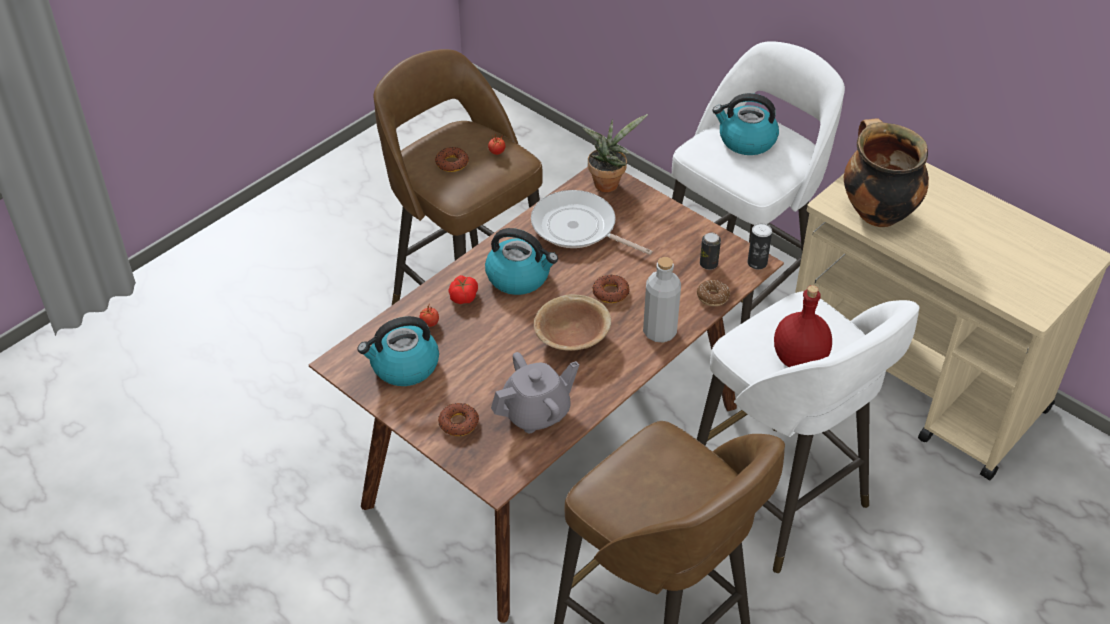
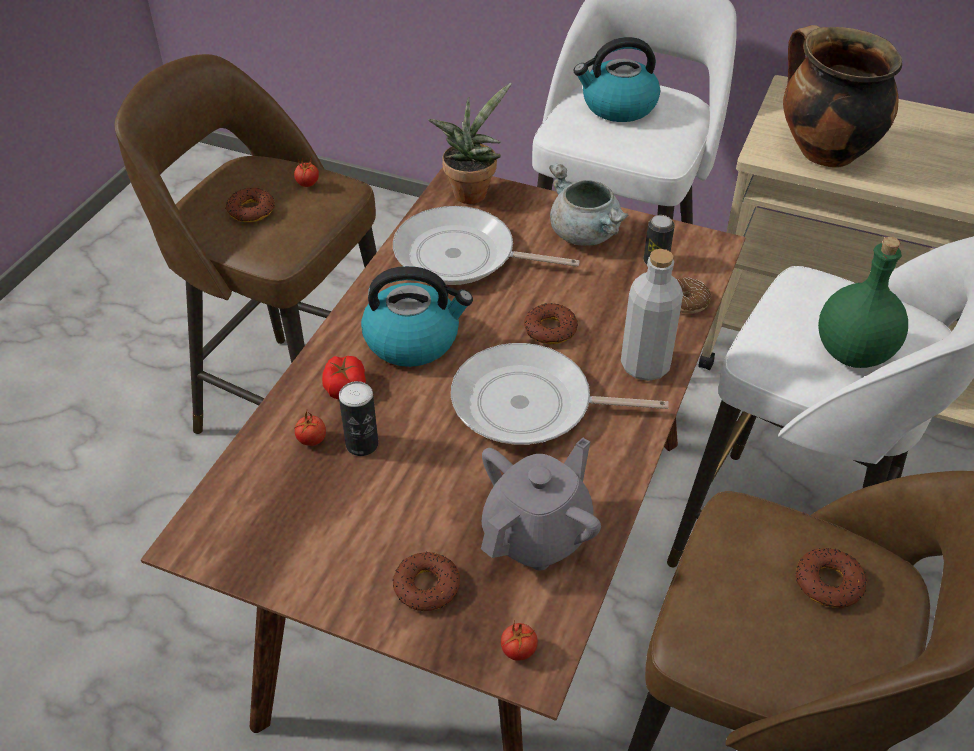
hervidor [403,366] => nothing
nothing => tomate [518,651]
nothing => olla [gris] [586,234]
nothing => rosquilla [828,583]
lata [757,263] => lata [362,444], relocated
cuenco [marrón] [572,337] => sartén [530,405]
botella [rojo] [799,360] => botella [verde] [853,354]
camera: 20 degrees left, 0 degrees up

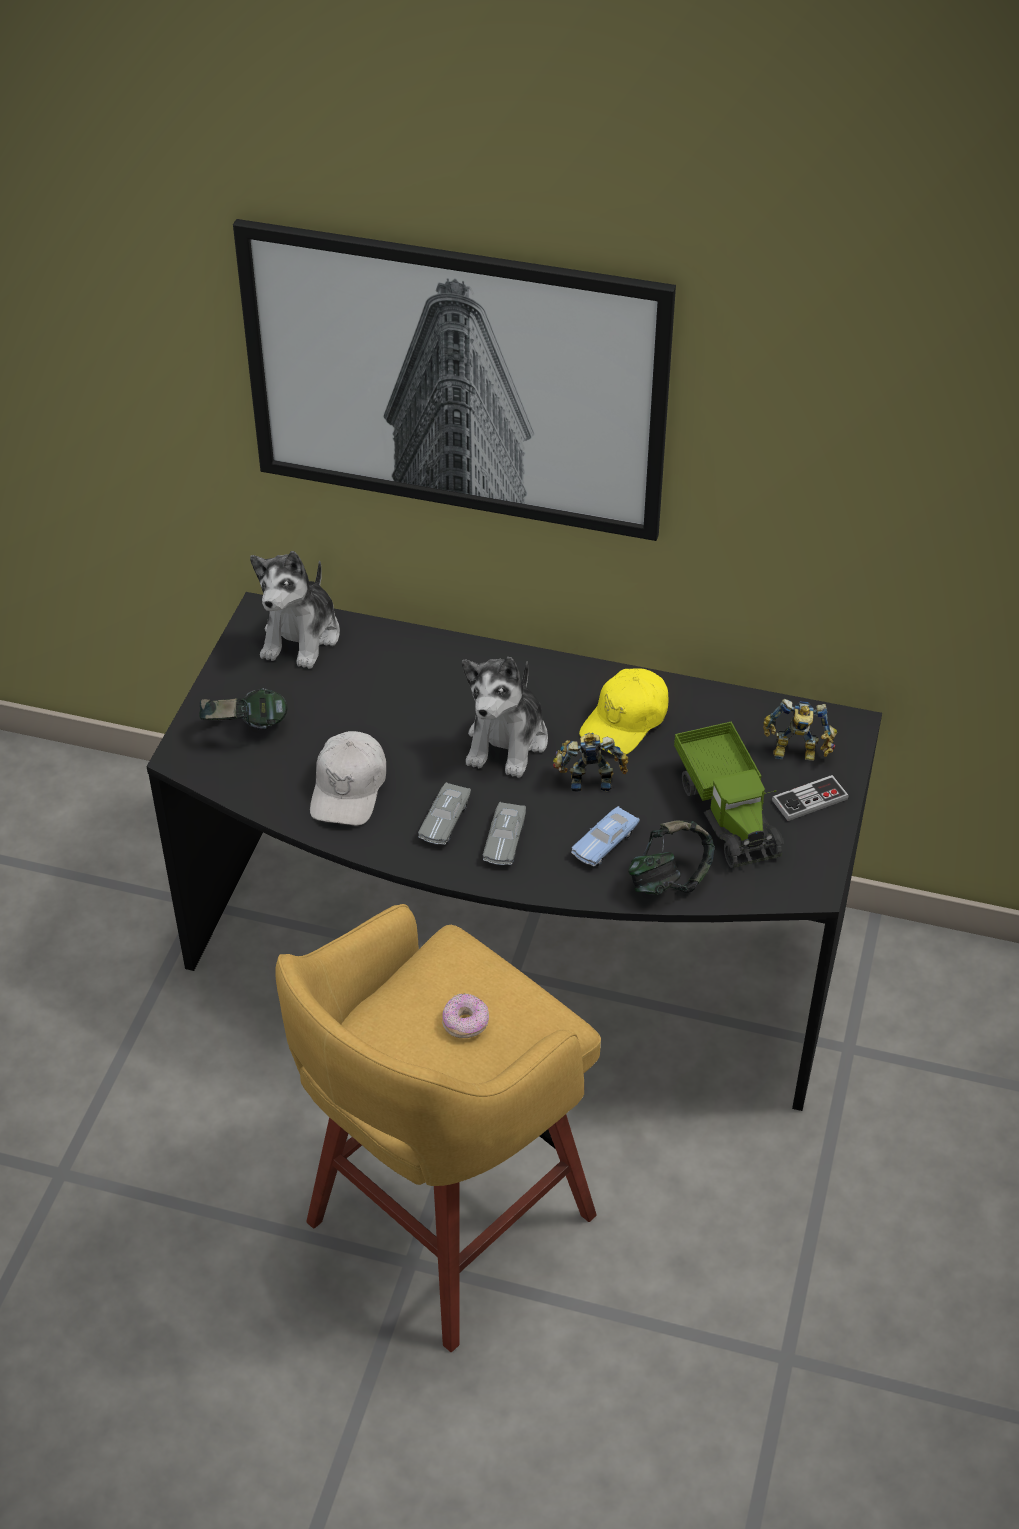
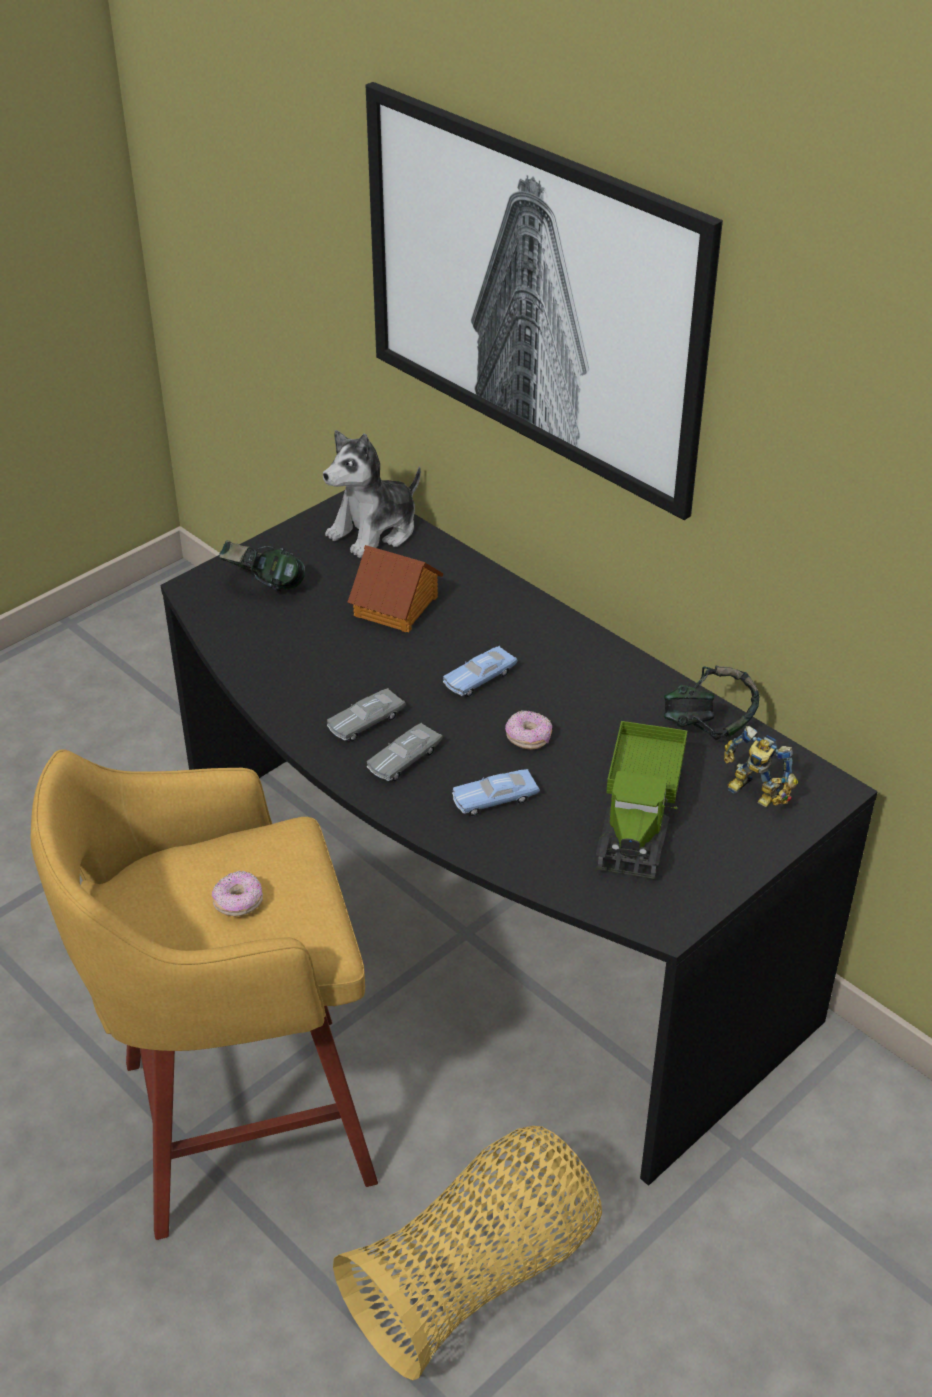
gorra [blanco] [349,789] => nothing
gorra [amarillo] [626,721] => nothing
mando de consola [810,800] => nothing
nothing => cesta [475,1277]
nothing => casita [397,606]
auriculares [669,880] => auriculares [708,725], relocated
peluche [507,742] => coche de juguete [azul] [479,678]
robot de juguete [589,779] => rosquilla [528,738]
camera: 30 degrees right, 5 degrees down

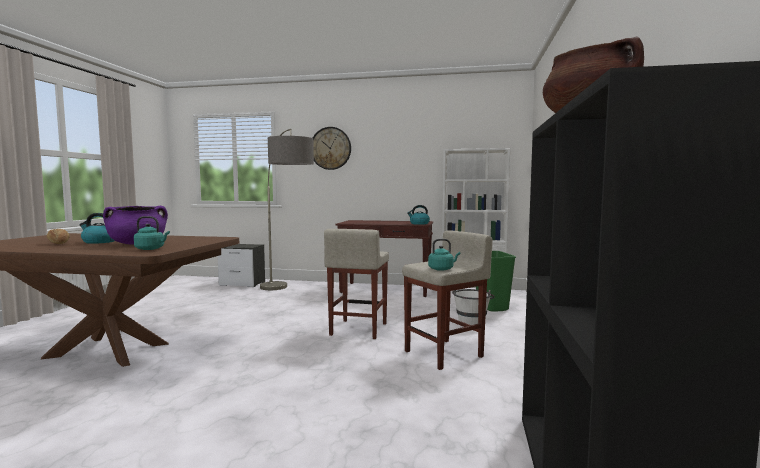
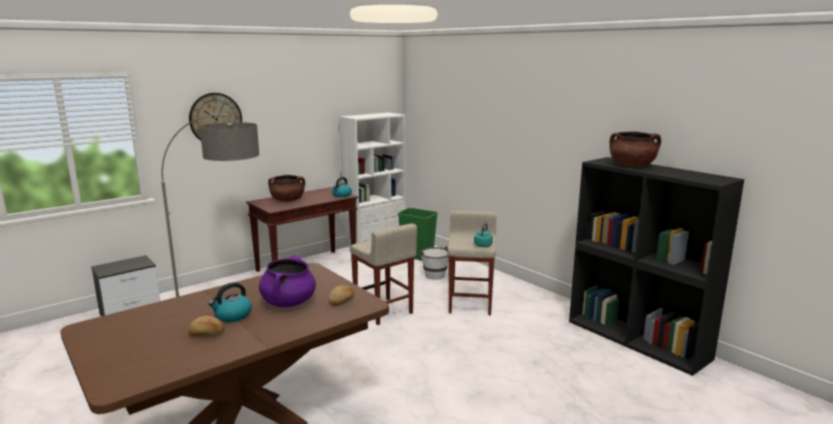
nothing => olla [marrón] [287,200]
hervidor [turquesa] [151,249] => pan [342,301]
camera: 50 degrees left, 10 degrees up

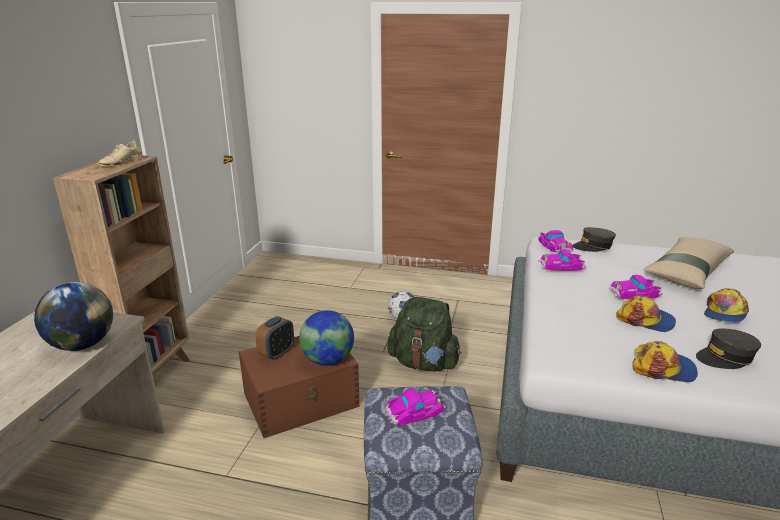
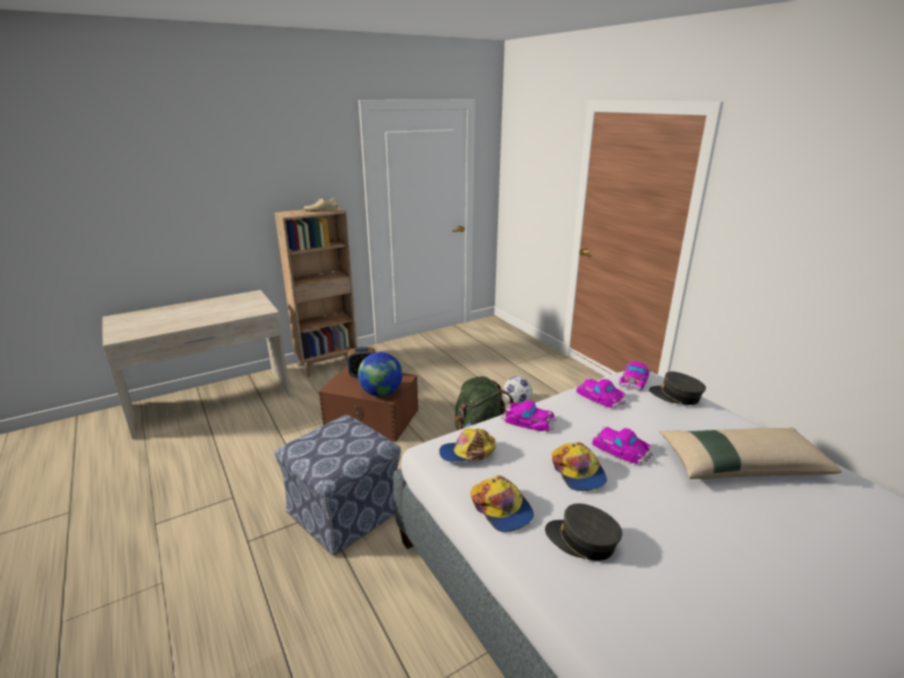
globo terráqueo [82,344] => nothing
coche de juguete [414,411] => coche de juguete [528,420], relocated
gorra [724,312] => gorra [467,453], relocated
camera: 45 degrees right, 0 degrees up

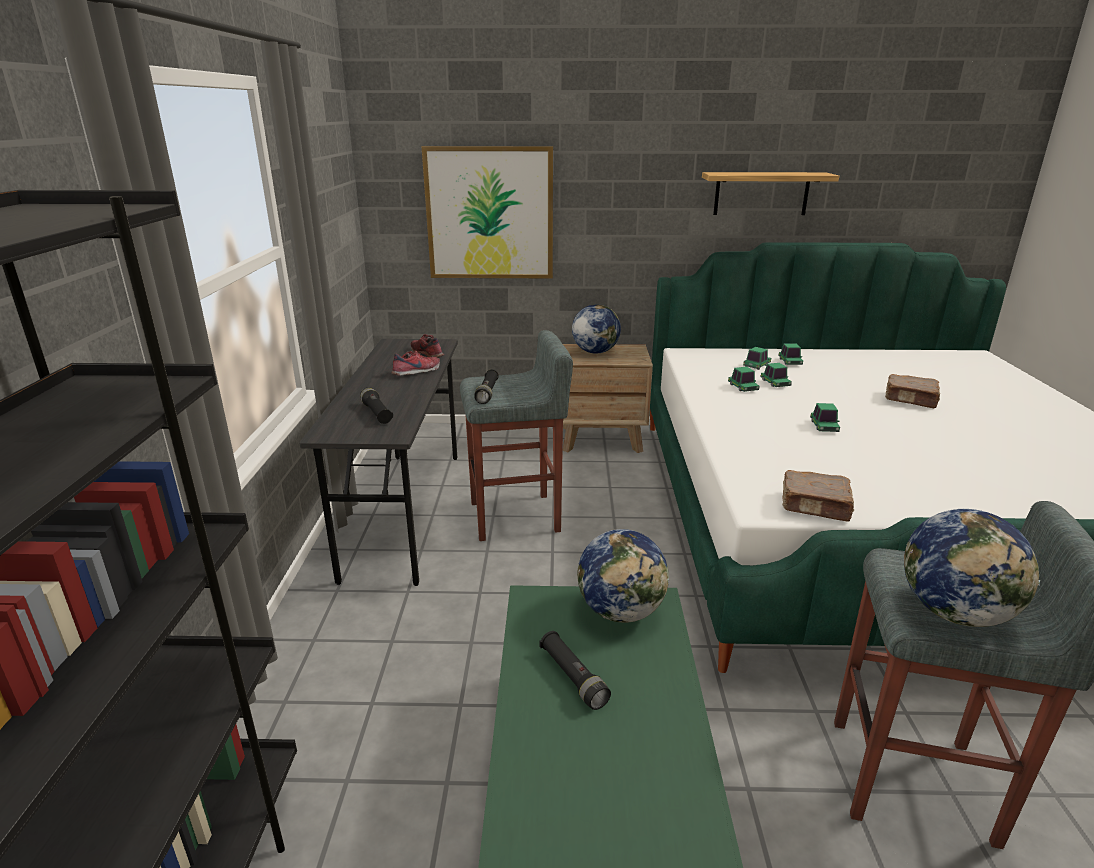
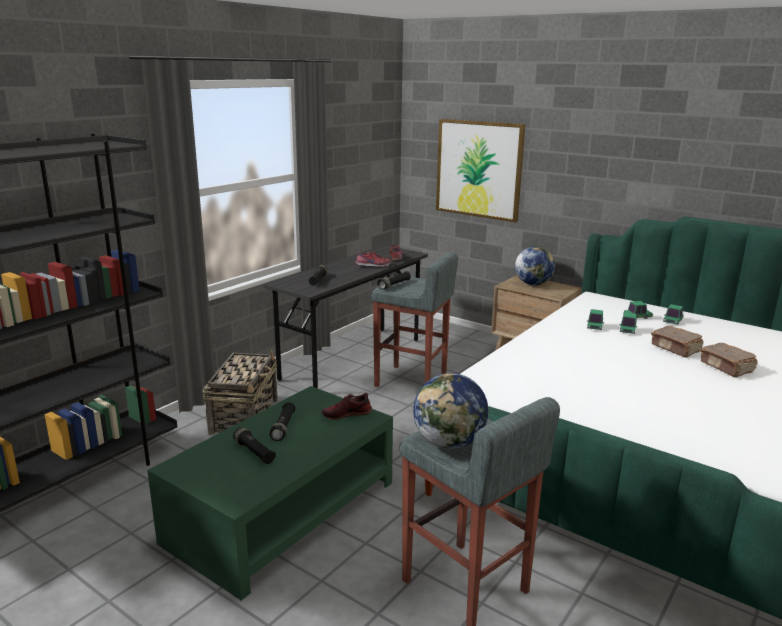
estante [761,193] => nothing
coche de juguete [823,426] => nothing
nothing => cesta [245,416]
nothing => linterna [negro] [254,452]
libro [marrón] [815,507] => libro [marrón] [675,349], relocated
globo terráqueo [621,611] => zapato [346,414]
camera: 35 degrees right, 5 degrees down

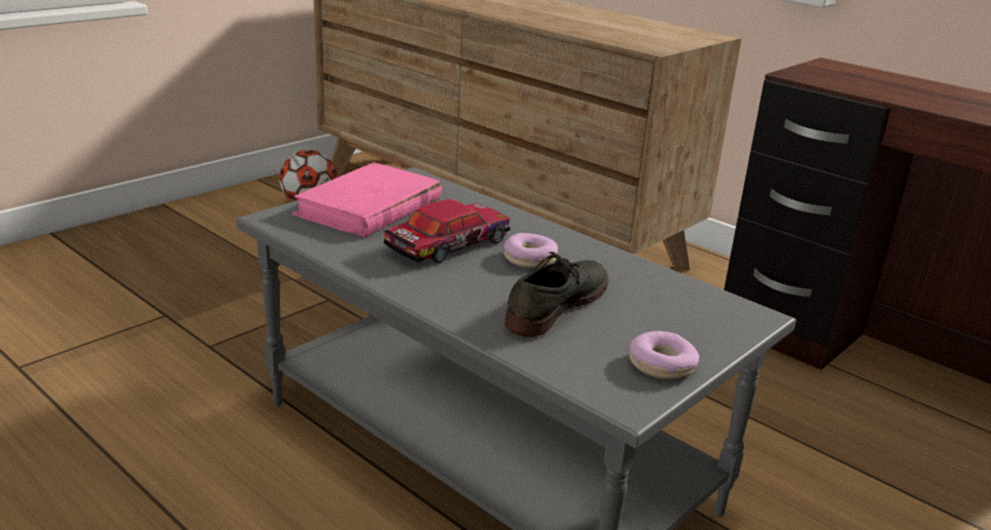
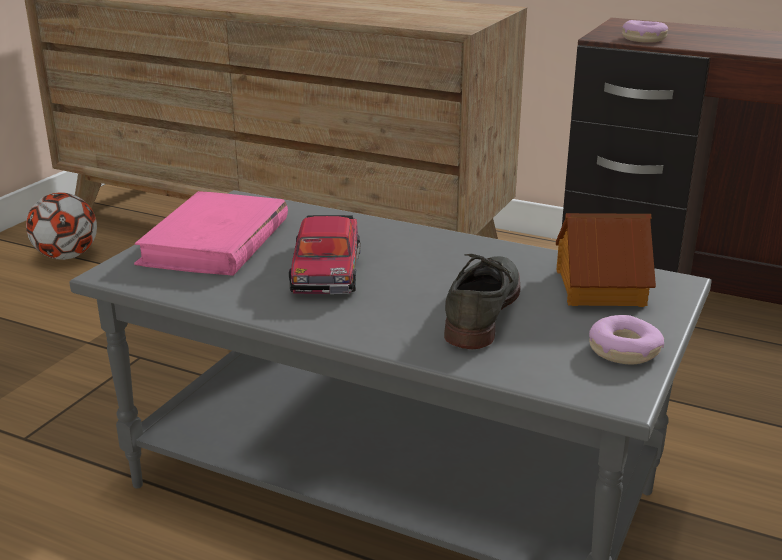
nothing => casita [598,287]
rosquilla [530,259] => rosquilla [644,39], relocated
coche de juguete [446,245] => coche de juguete [327,268], 150 degrees clockwise
camera: 15 degrees left, 0 degrees up

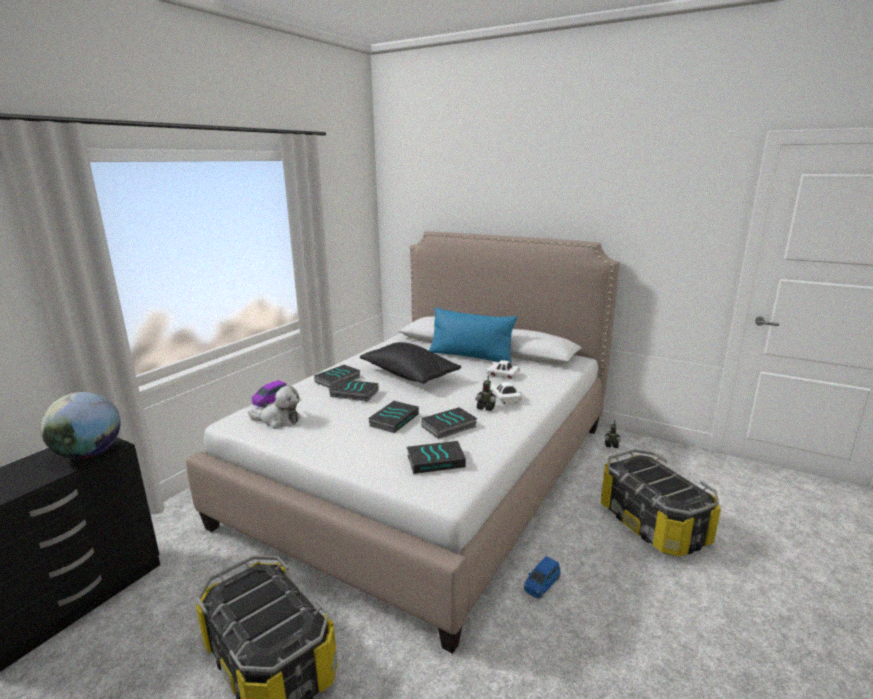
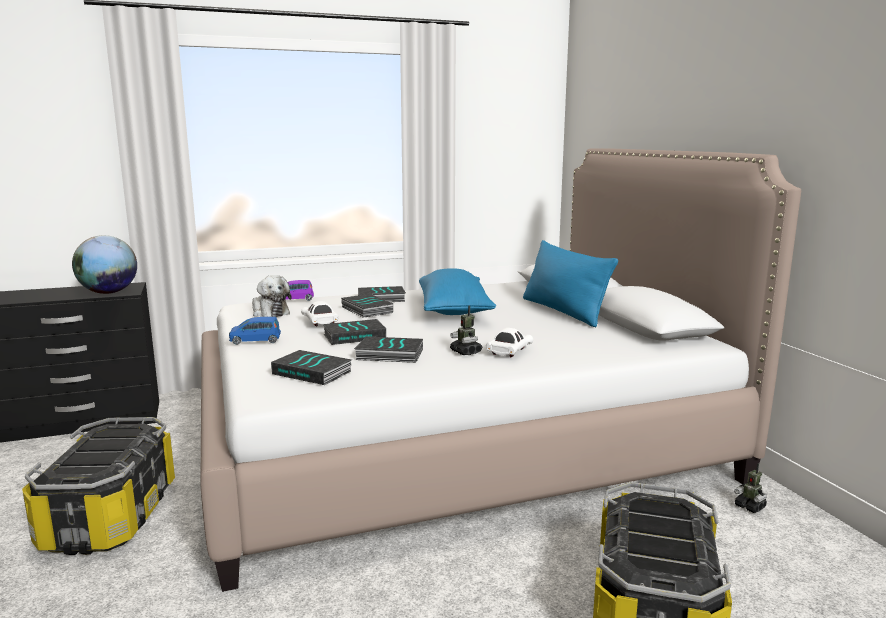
coche de juguete [blanco] [503,375] => coche de juguete [blanco] [321,322], relocated
coche de juguete [azul] [541,584] => coche de juguete [azul] [255,340], relocated
cojín [negro] [409,375] => cojín [azul] [454,310]
camera: 40 degrees right, 5 degrees down

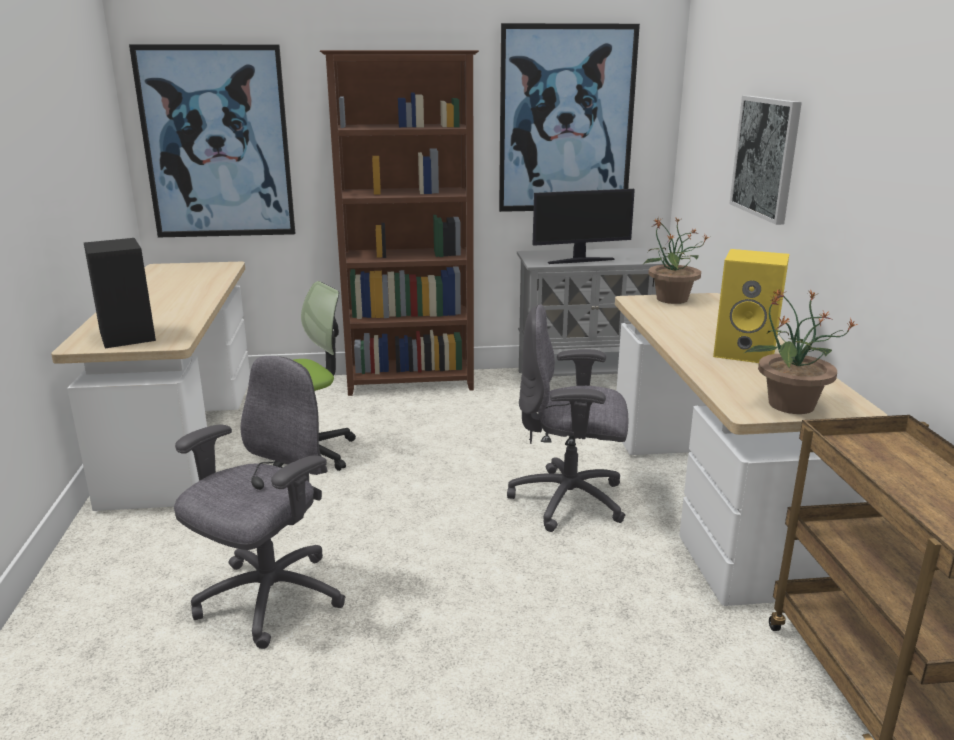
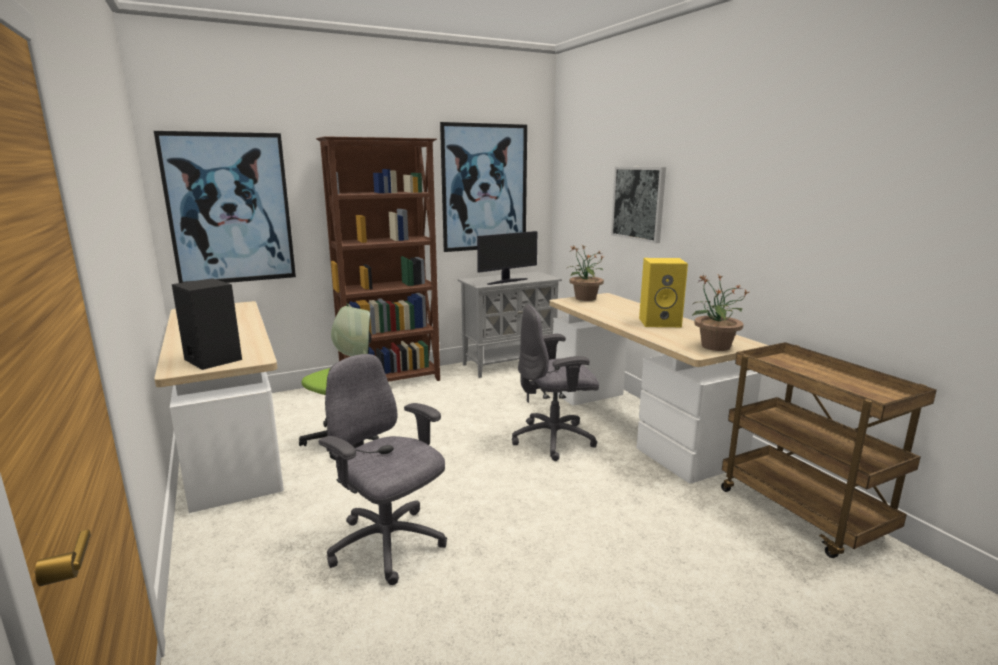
silla de oficina [gris] [269,599] => silla de oficina [gris] [388,546], 60 degrees counterclockwise
camera: 20 degrees left, 5 degrees down

